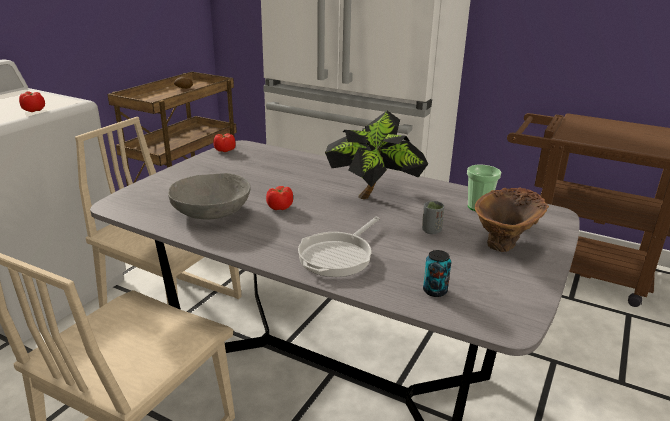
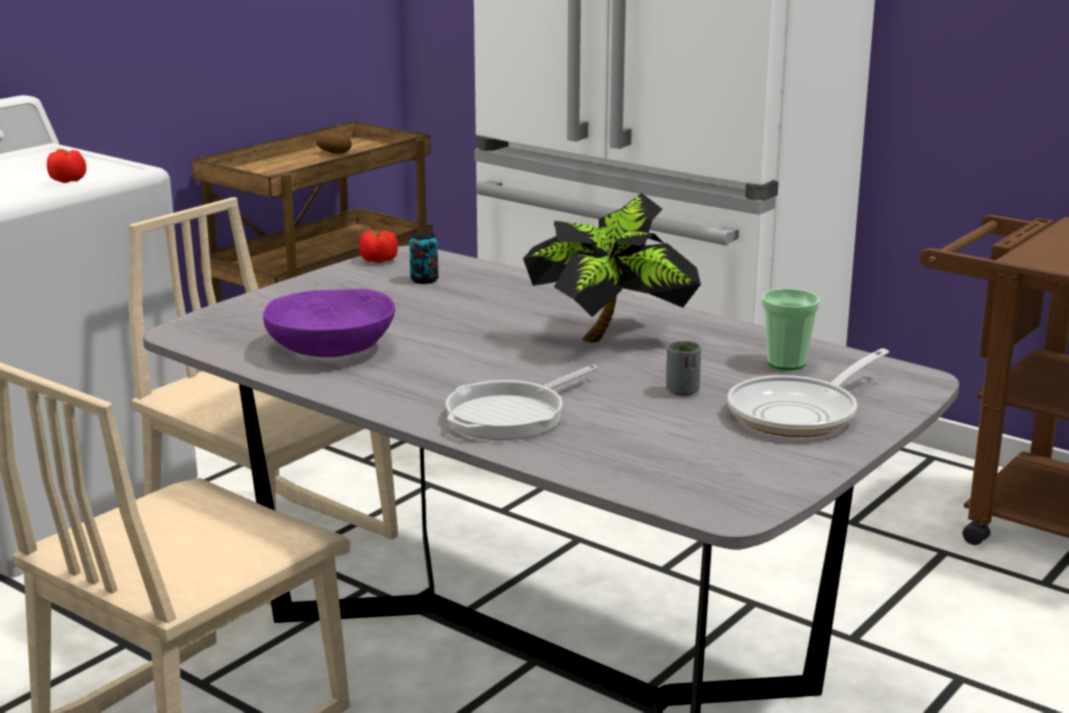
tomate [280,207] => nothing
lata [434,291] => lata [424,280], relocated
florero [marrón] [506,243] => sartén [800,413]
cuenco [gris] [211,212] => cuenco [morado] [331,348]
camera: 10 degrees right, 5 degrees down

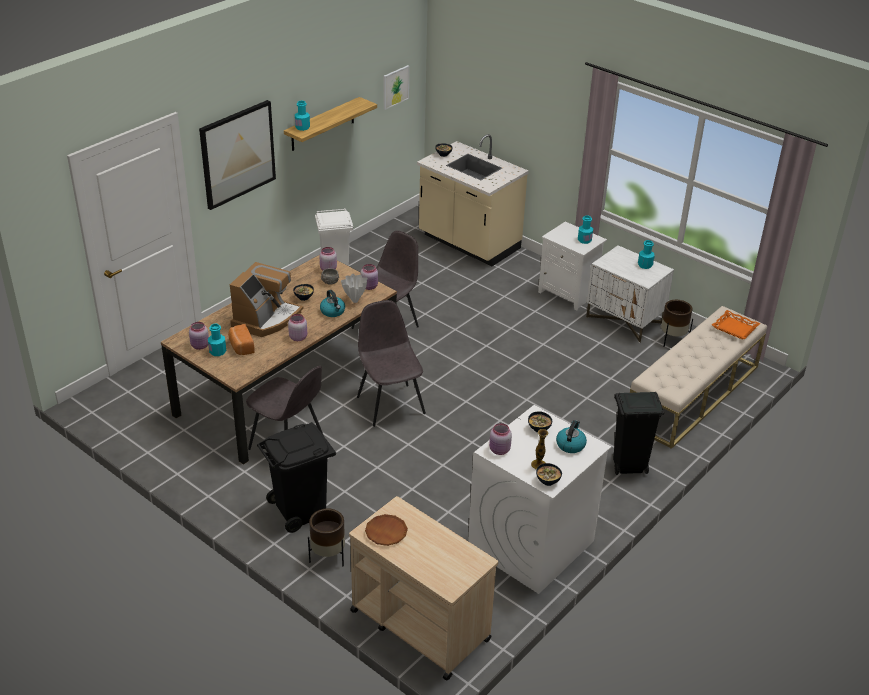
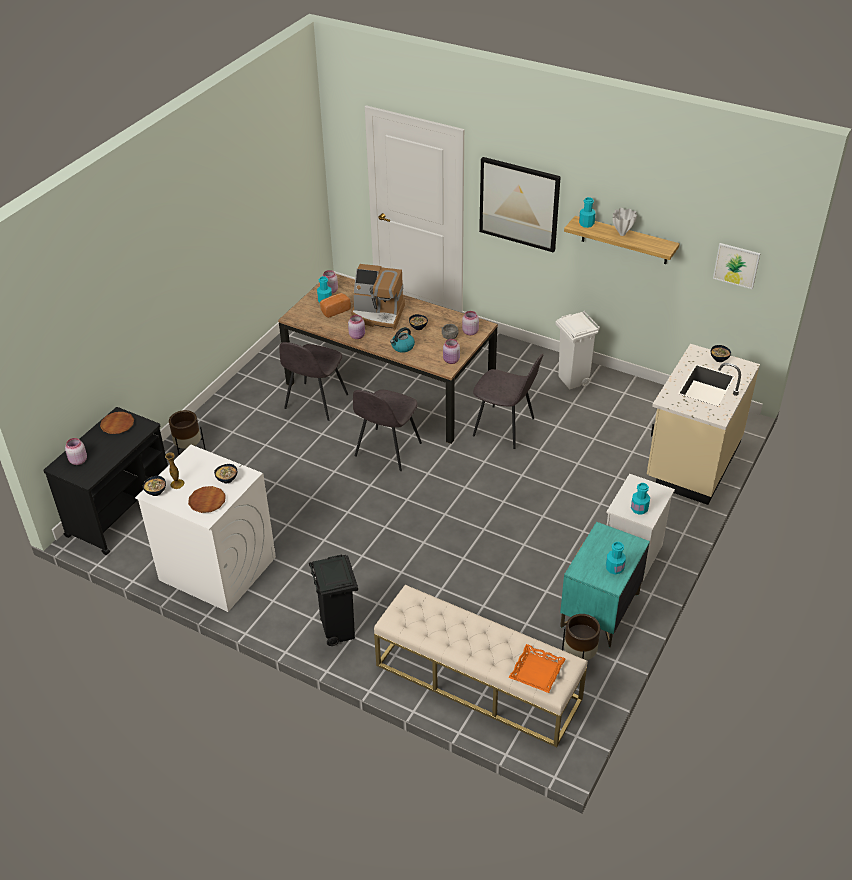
papelera [negro] [301,510] => nothing
florero [blanco] [355,300] => florero [blanco] [622,234], relocated
tarro [rosa] [499,450] => tarro [rosa] [78,460], relocated
hervidor [570,444] => plato [marrón] [207,501]
carrito [beis] [419,624] => carrito [negro] [121,512]
mesita de noche [blanco] [625,321] => mesita de noche [turquesa] [600,611]
silla [gris] [390,404] => silla [gris] [387,451], 150 degrees clockwise
camera: 80 degrees right, 5 degrees up

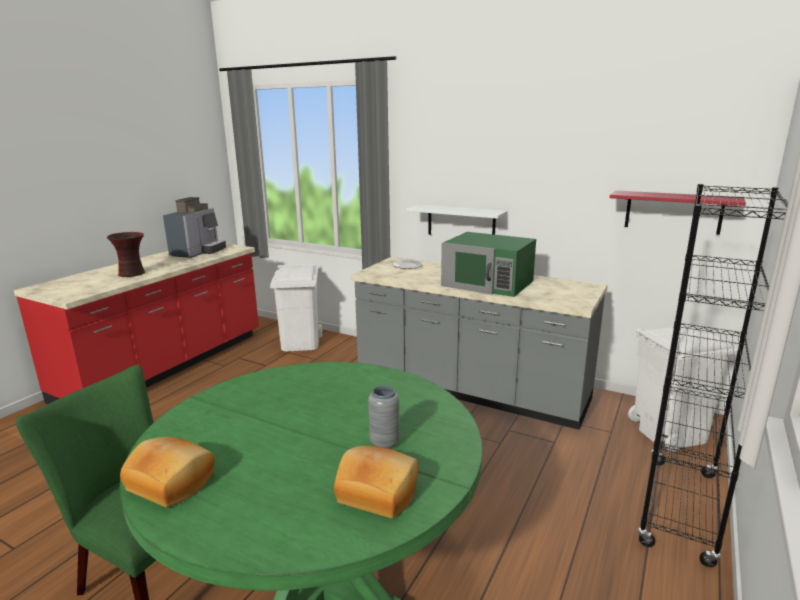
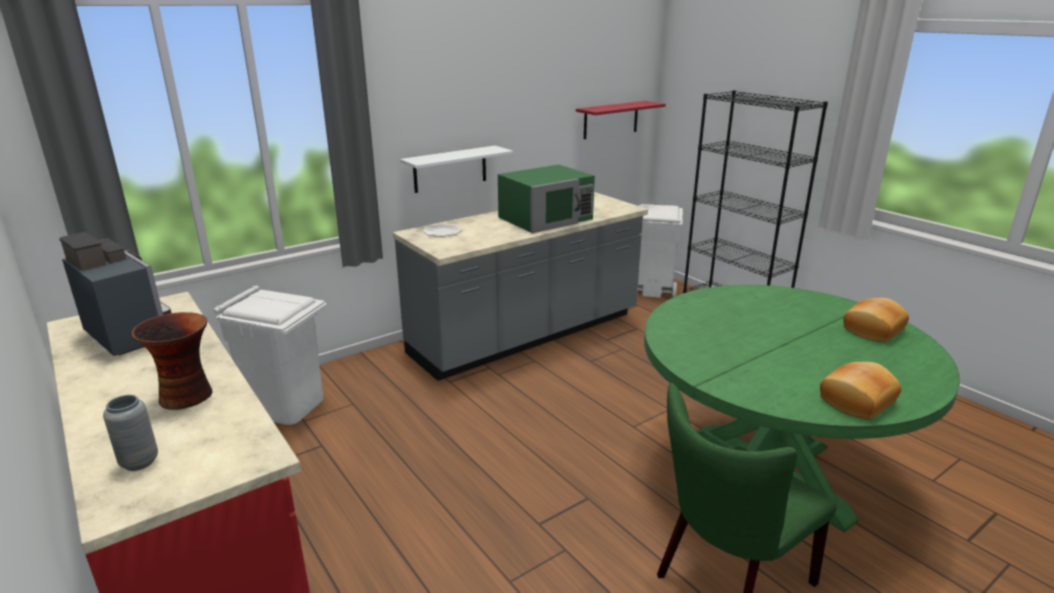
florero [gris] [384,443] => florero [gris] [139,462], relocated
camera: 65 degrees left, 5 degrees up

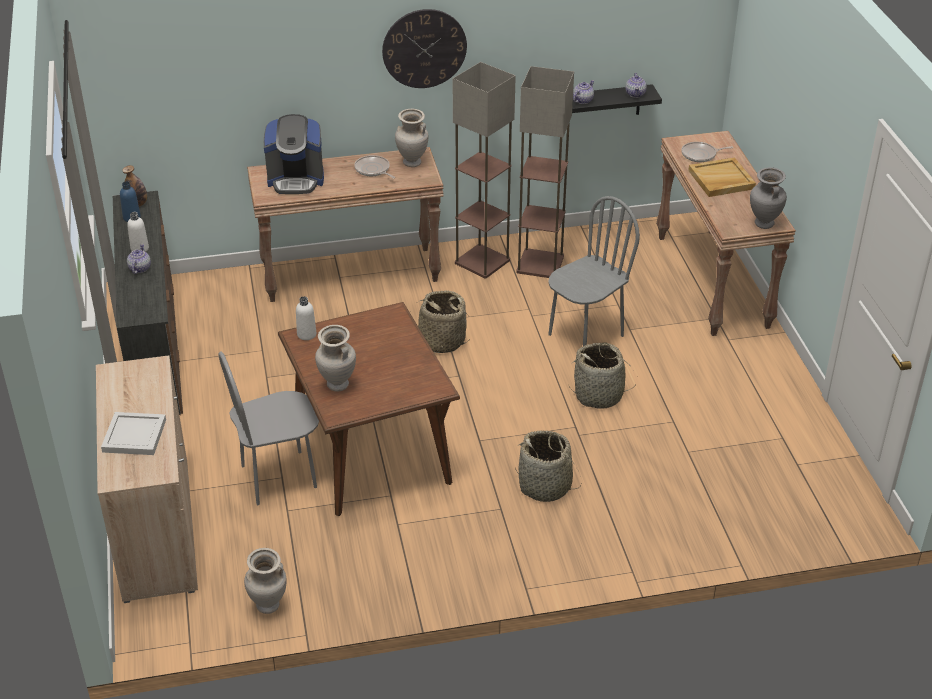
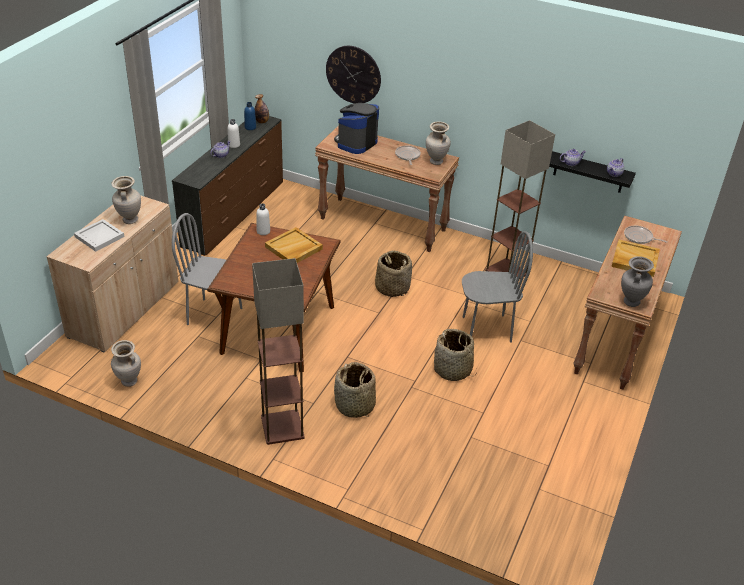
nothing => bandeja [beis] [293,248]
florero [beis] [337,385] => florero [beis] [129,220], relocated
reloj de pared [424,48] => reloj de pared [353,74], relocated
lámpara de pie [481,262] => lámpara de pie [281,427], relocated
cafetera [296,180] => cafetera [356,143], 90 degrees clockwise
camera: 35 degrees right, 0 degrees up

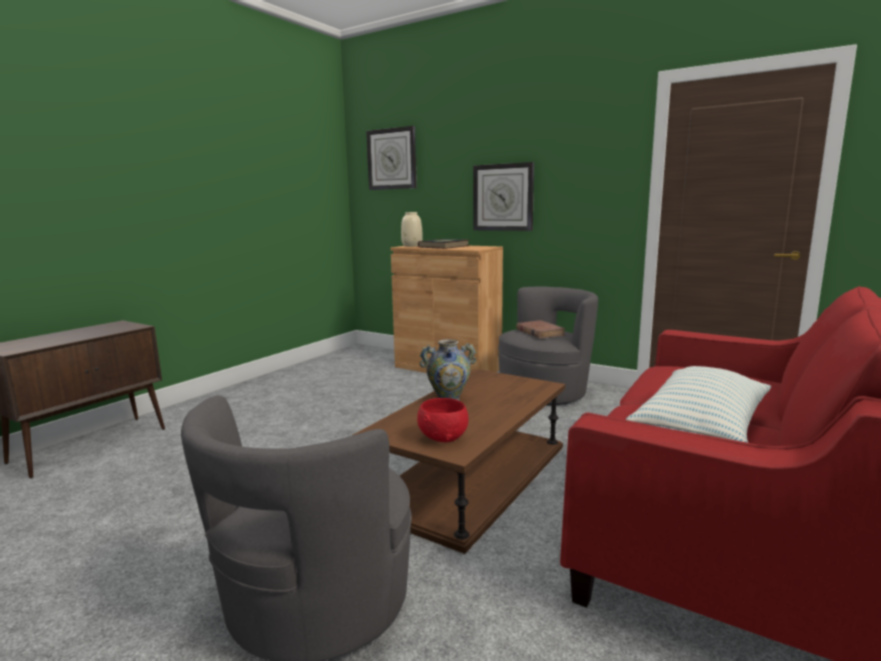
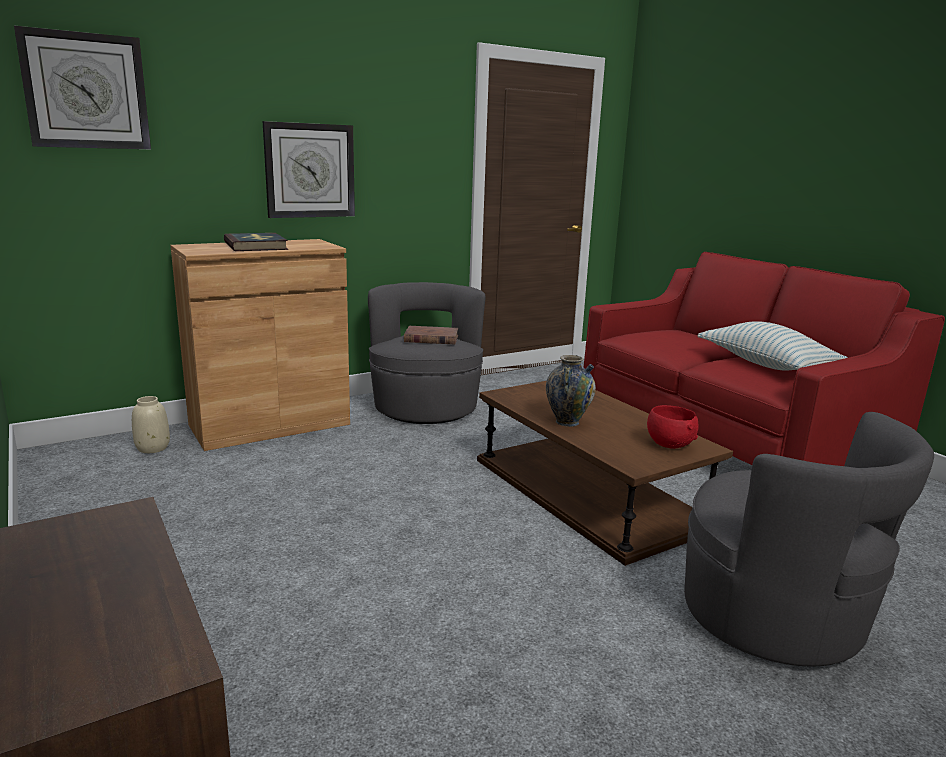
florero [beis] [412,246] => florero [beis] [152,448], relocated
camera: 65 degrees left, 5 degrees up

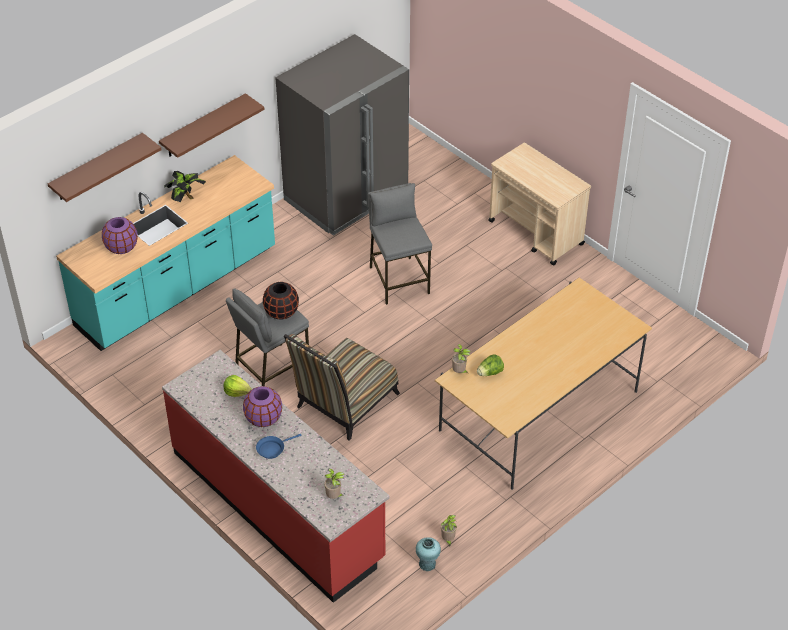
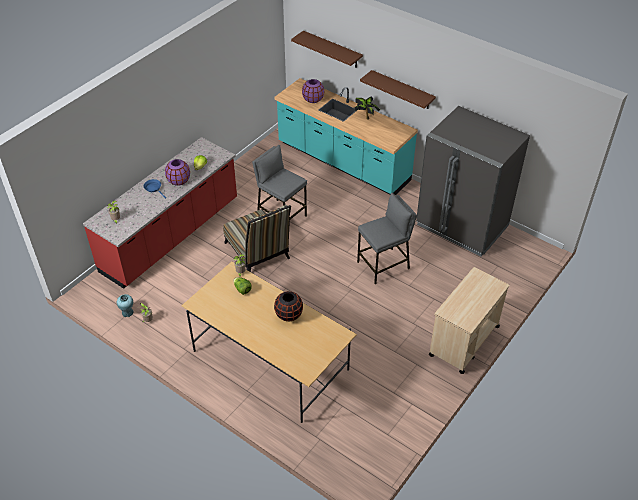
florero [negro] [281,312] => florero [negro] [289,314], relocated
silla [343,404] => silla [258,253], 150 degrees counterclockwise
camera: 80 degrees right, 0 degrees up

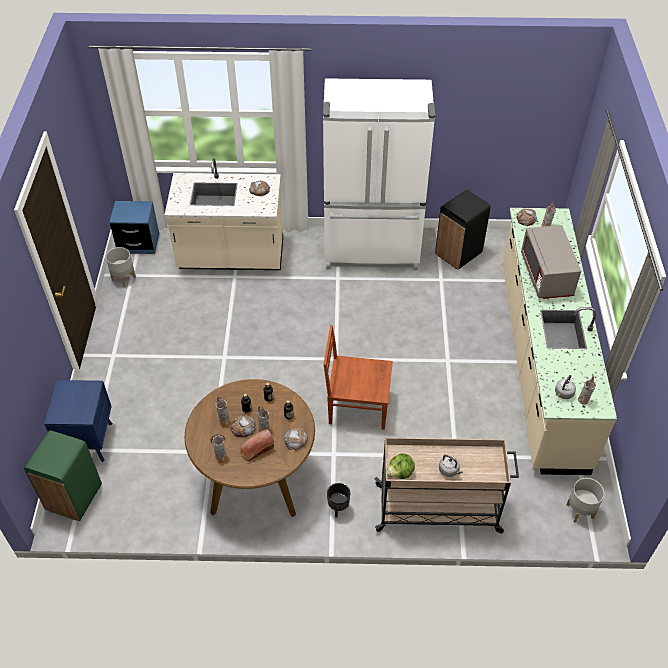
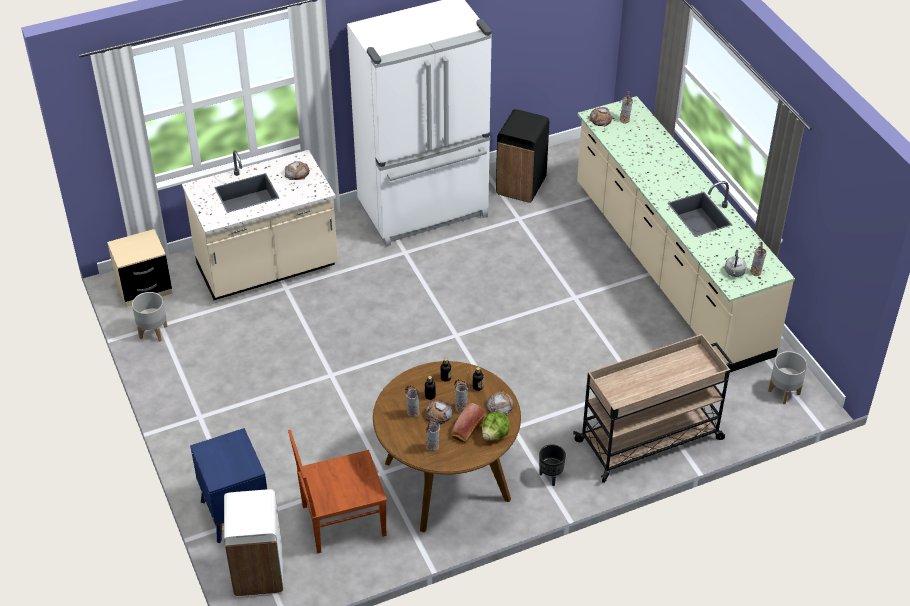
hervidor [gris] [449,470] => nothing
microondas [gris] [546,276] => nothing
silla [marrón] [357,406] => silla [marrón] [341,521], relocated
lechuga [400,473] => lechuga [495,434], relocated
papelera [verde] [73,497] => papelera [blanco] [257,573]
mesita de noche [azul] [138,243] => mesita de noche [beis] [144,288]
camera: 25 degrees left, 5 degrees down

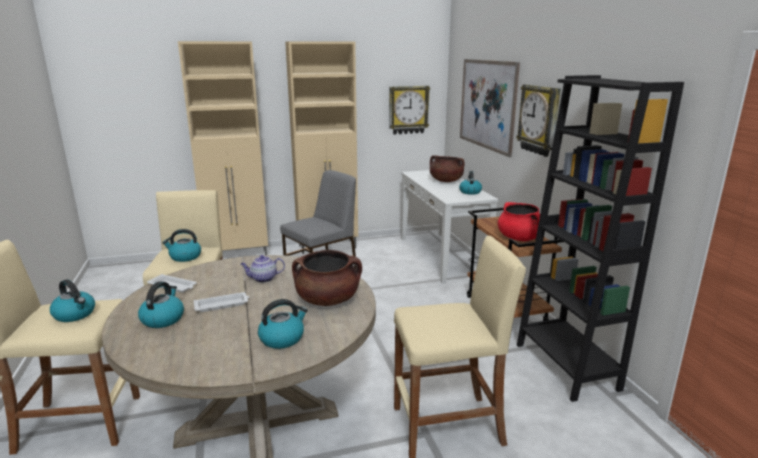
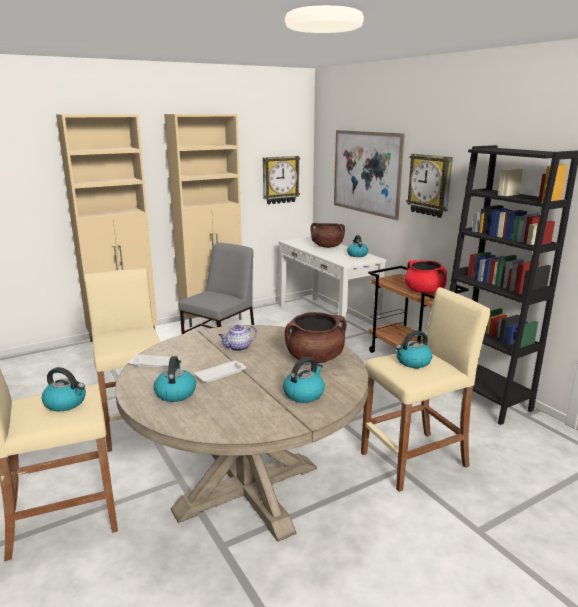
hervidor [185,257] => hervidor [413,362], relocated
camera: 15 degrees left, 0 degrees up

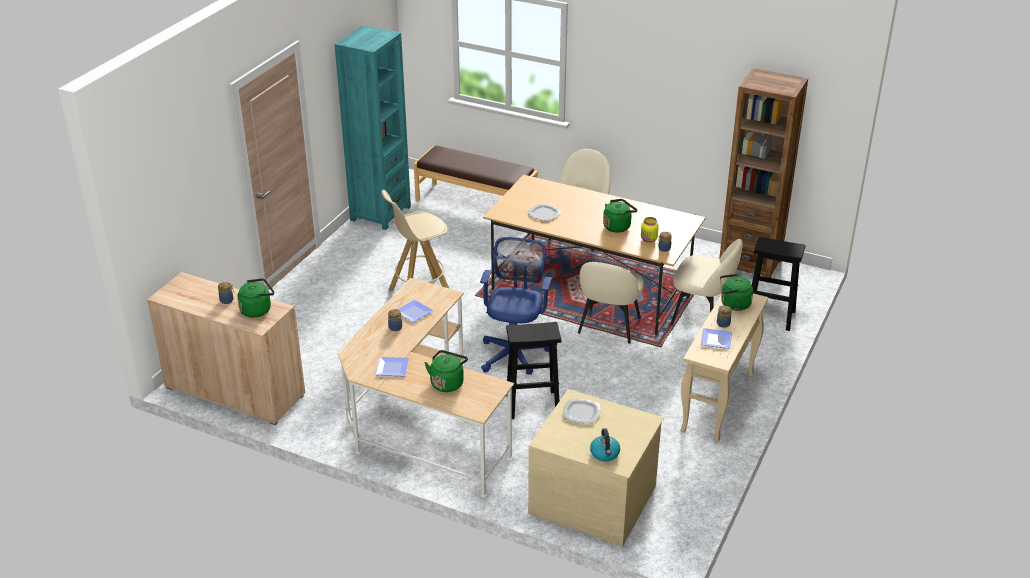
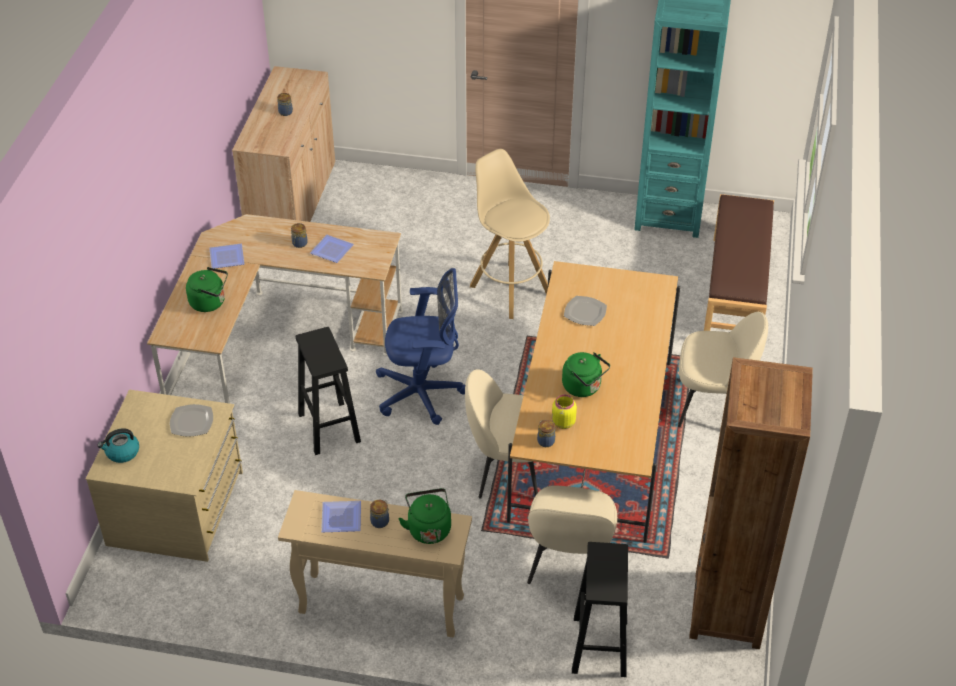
hervidor [verde] [257,309] => nothing
camera: 75 degrees right, 10 degrees up

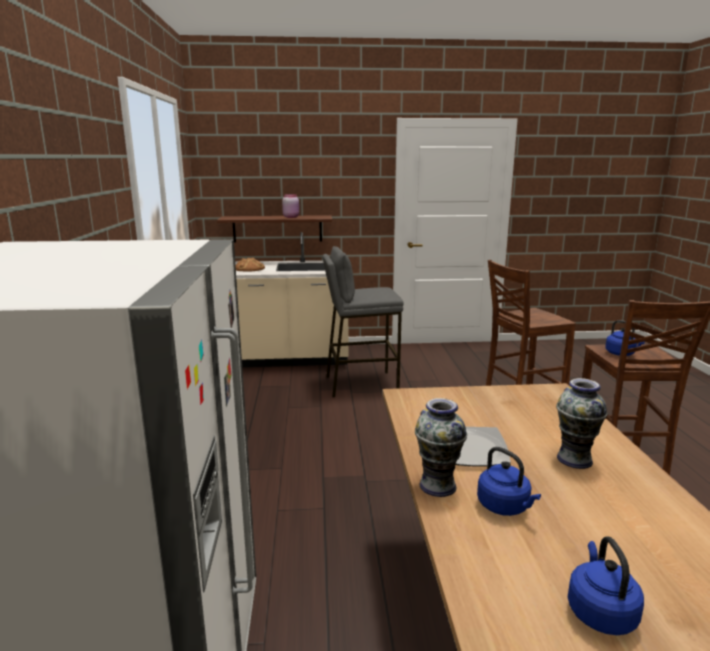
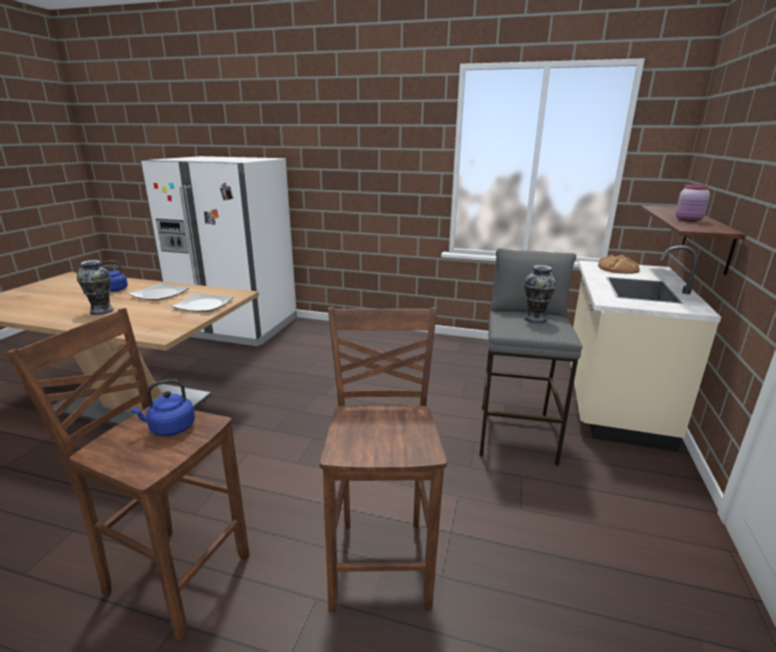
hervidor [azul] [600,611] => nothing
nothing => plato [203,305]
florero [438,485] => florero [535,319], relocated
camera: 110 degrees right, 5 degrees up

